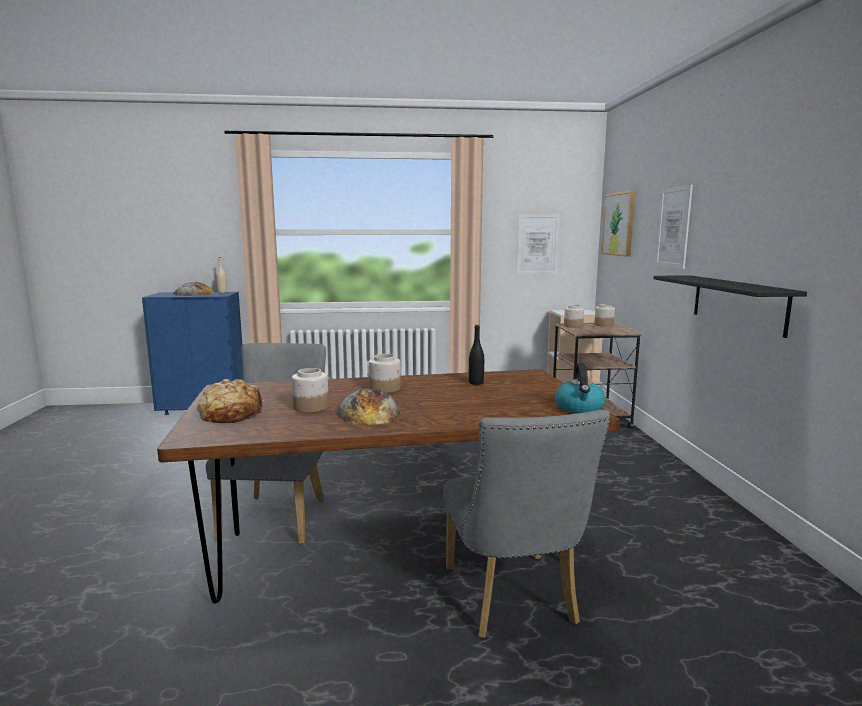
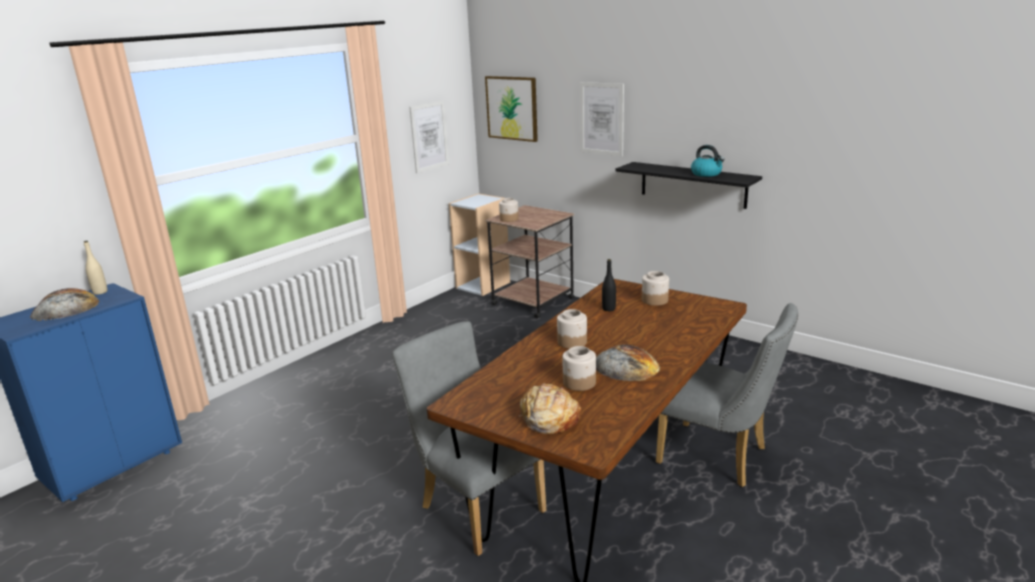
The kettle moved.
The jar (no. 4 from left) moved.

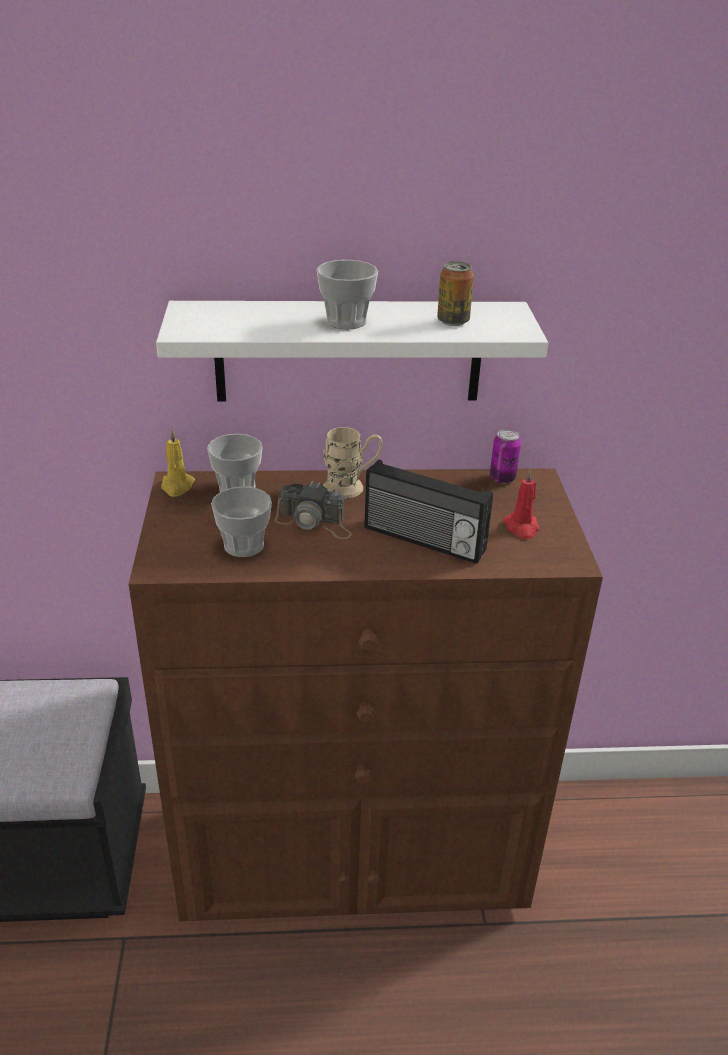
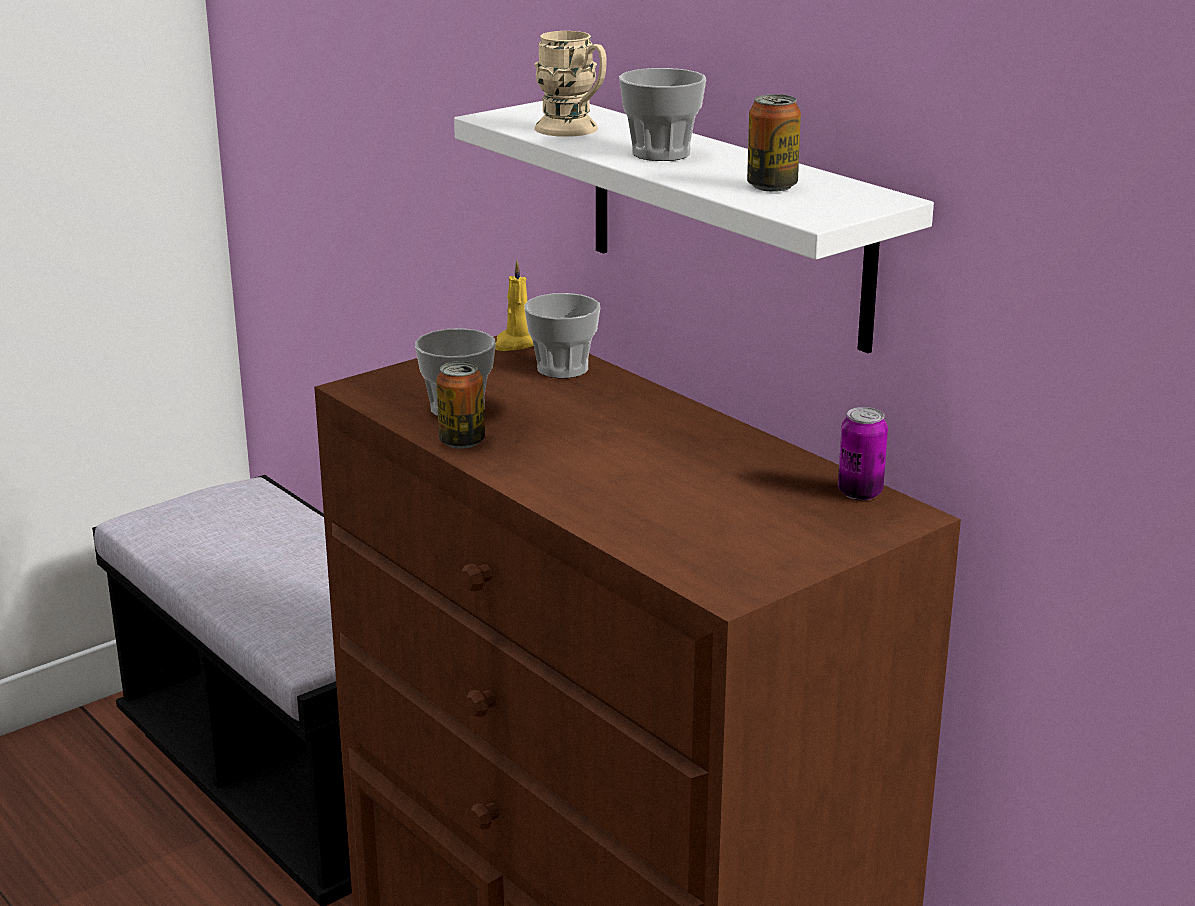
The photo camera disappeared.
The radio disappeared.
The candle (red) disappeared.
The can (no. 1 from left) appeared.
The mug (beige) moved.

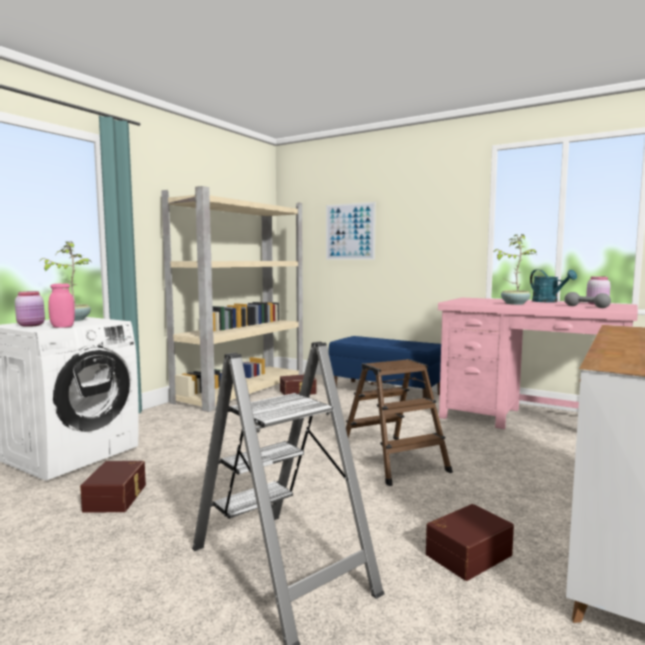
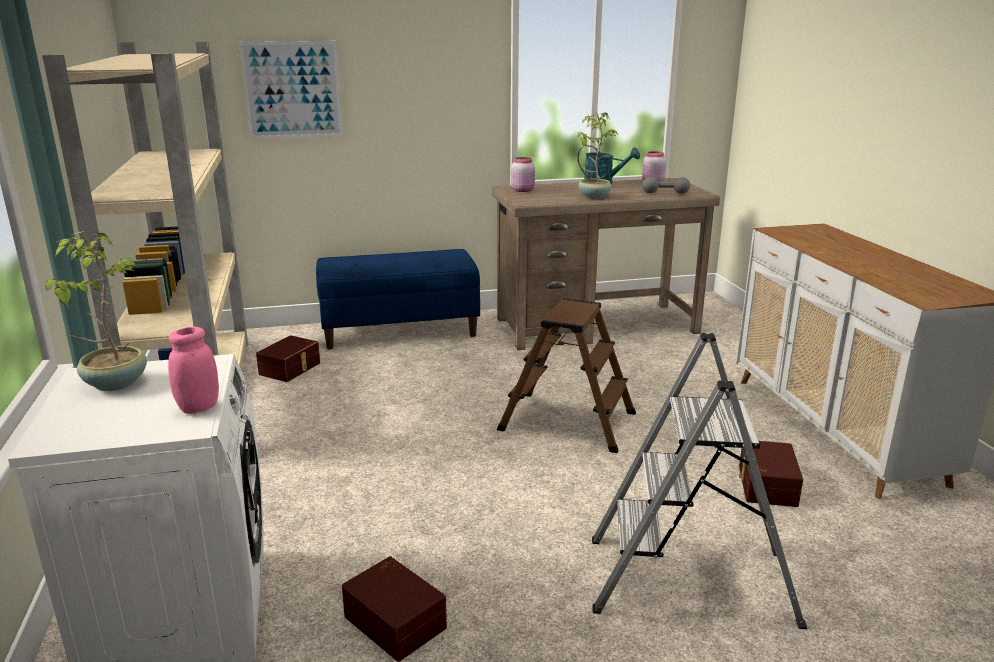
The jar (pink) (no. 1 from left in the first image) moved.
The desk (pink) became the desk (brown).

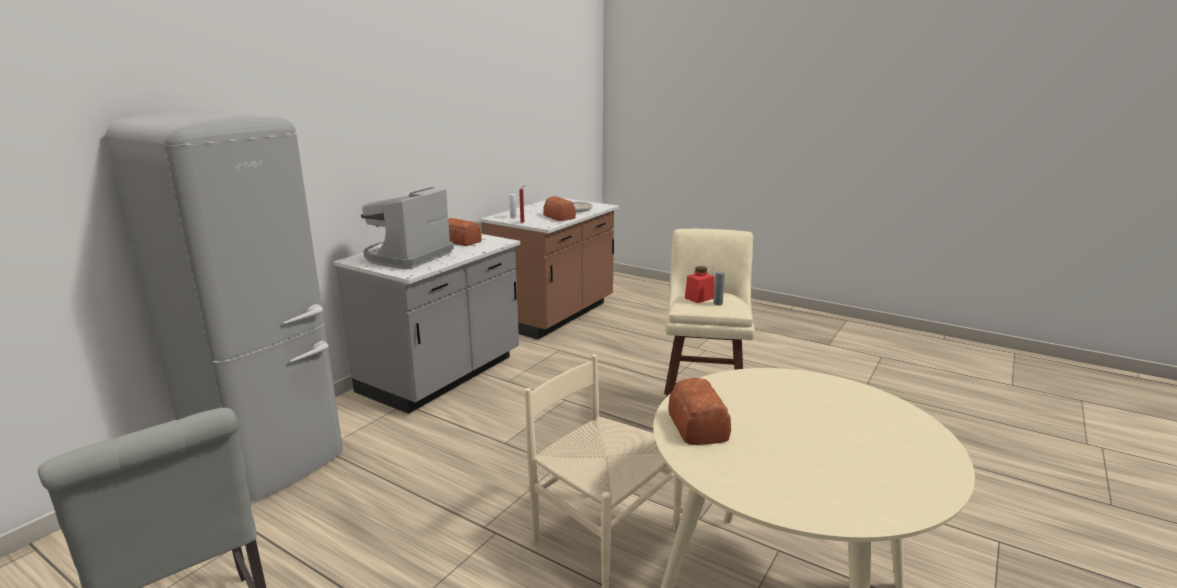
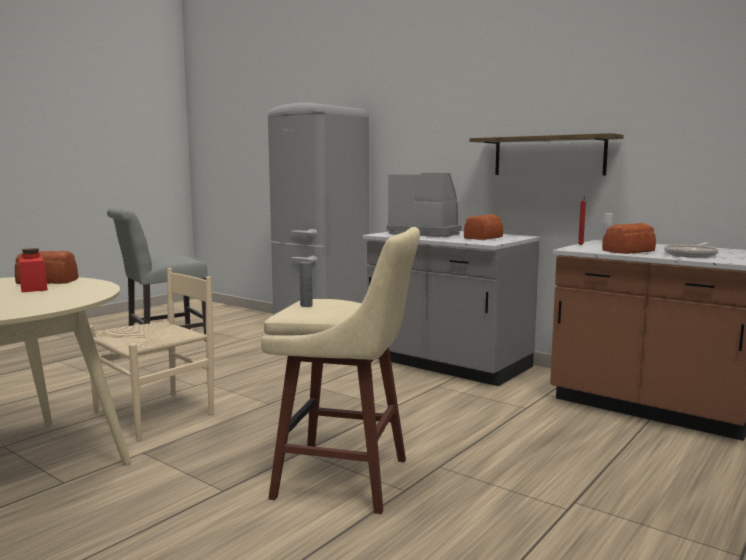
The shelf appeared.
The jar (red) moved.

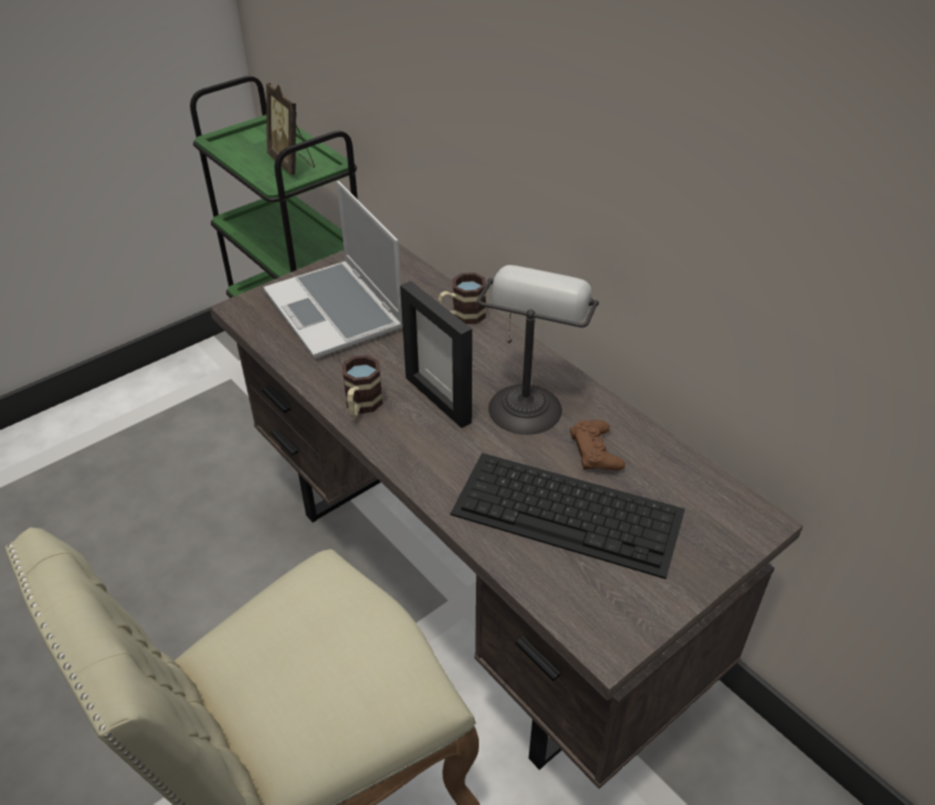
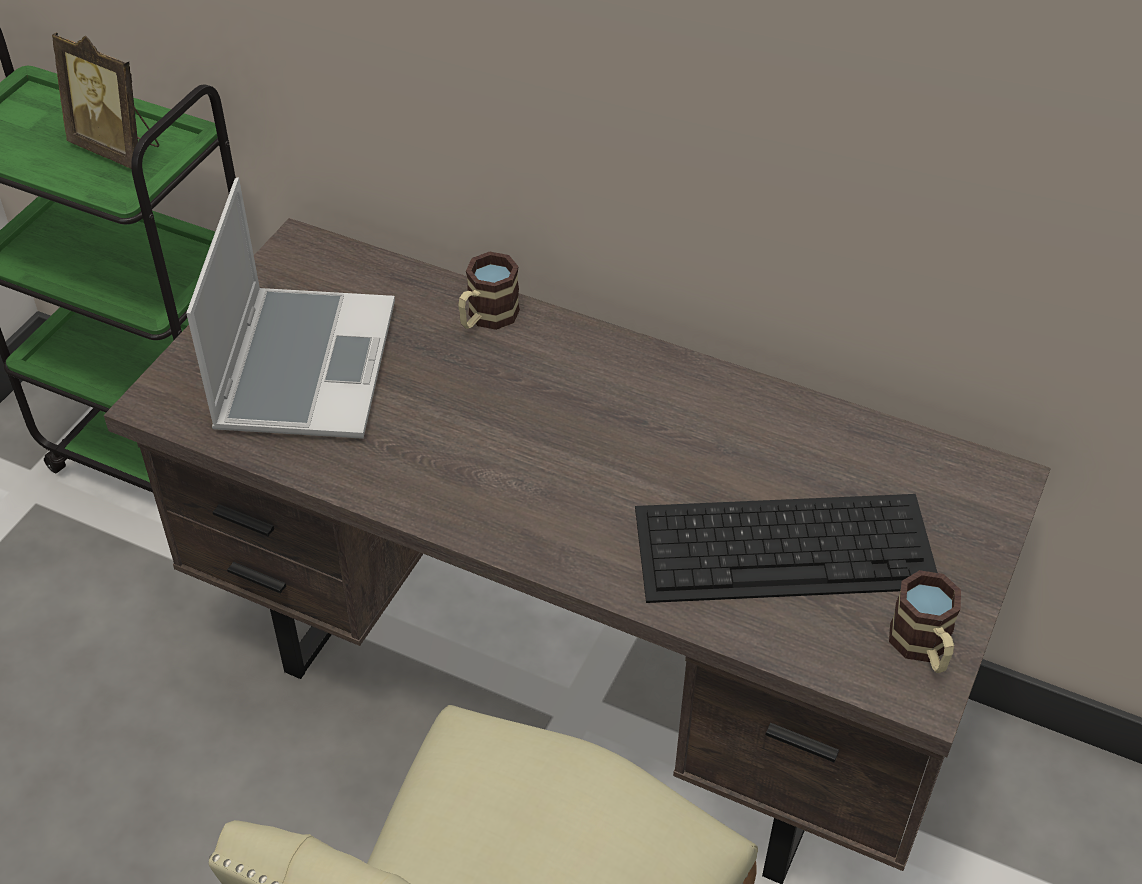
The picture frame (no. 2 from left) disappeared.
The table lamp disappeared.
The game controller (brown) disappeared.
The mug (no. 1 from left in the first image) moved.
The laptop turned 120 degrees counterclockwise.

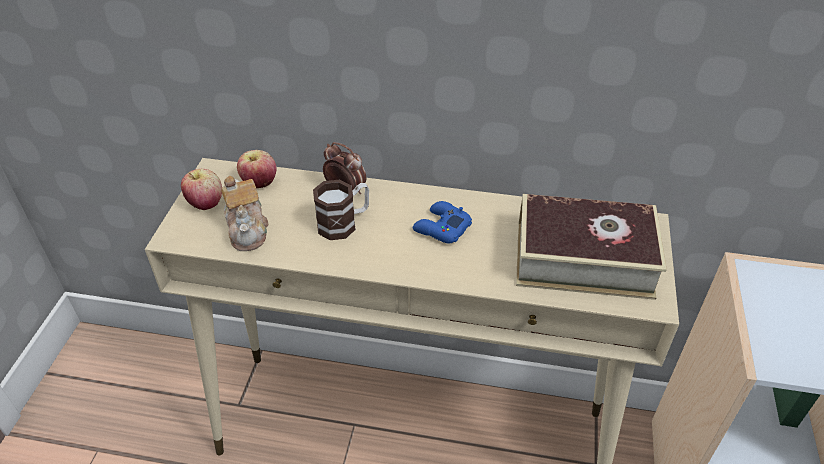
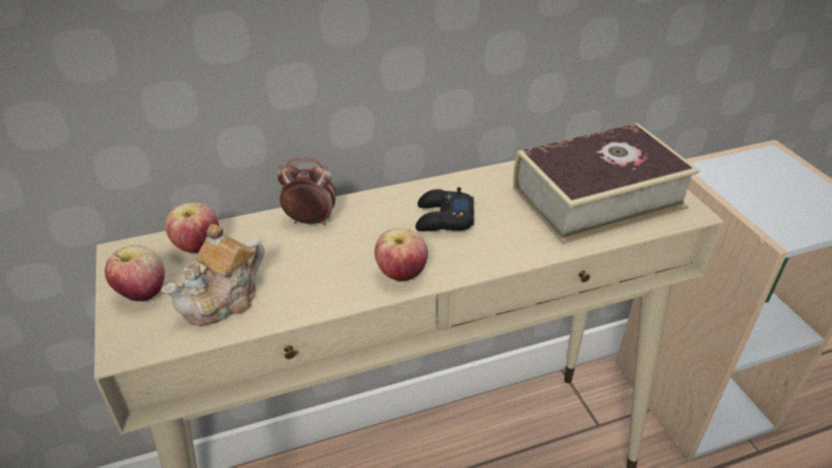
The mug disappeared.
The apple (no. 3 from left) appeared.
The game controller (blue) became the game controller (black).
The teapot turned 90 degrees clockwise.

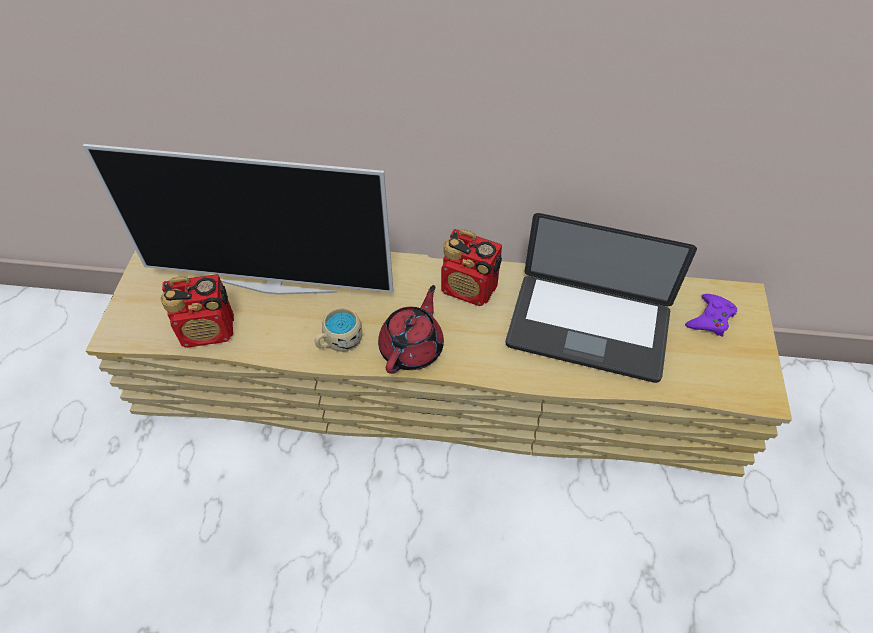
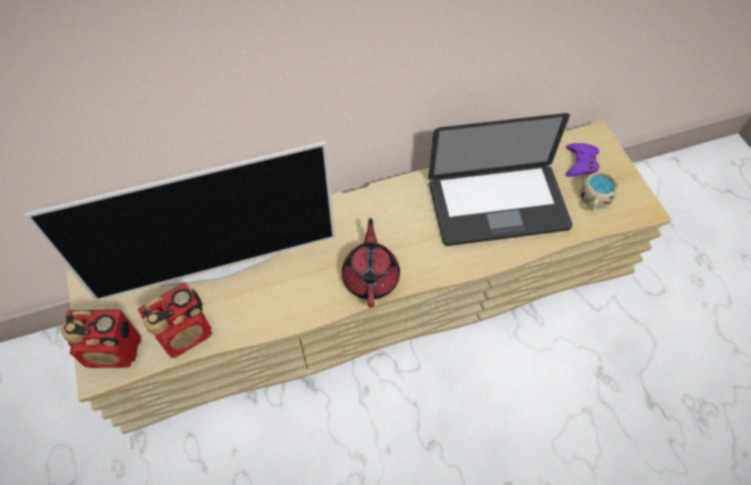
The mug (beige) moved.
The radio (no. 2 from left in the first image) moved.

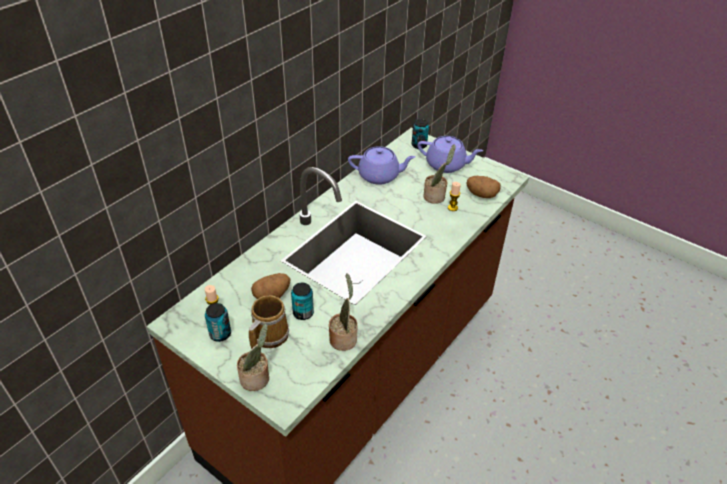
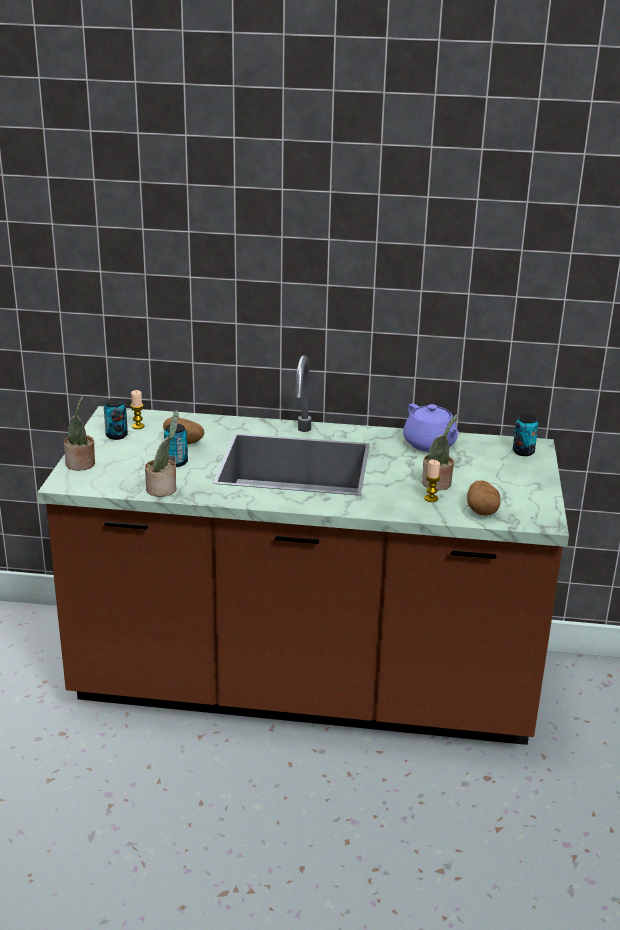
The mug disappeared.
The teapot (purple) (no. 2 from left) disappeared.

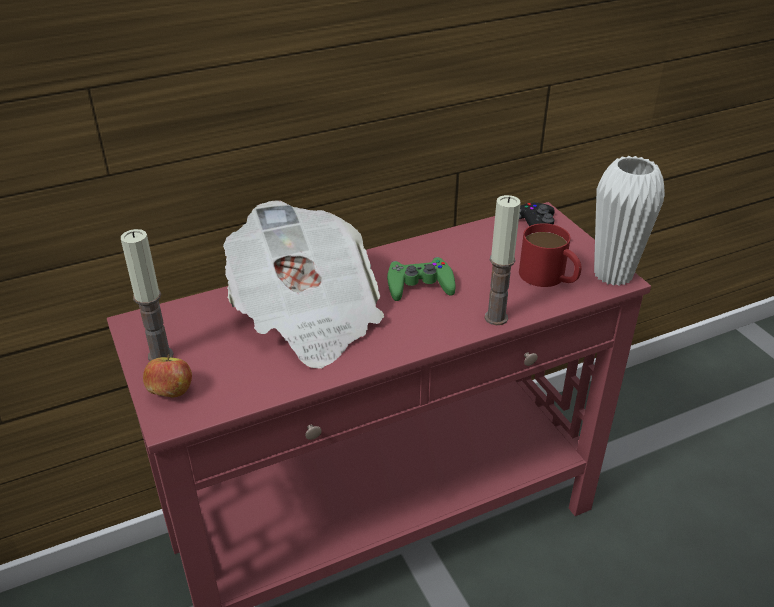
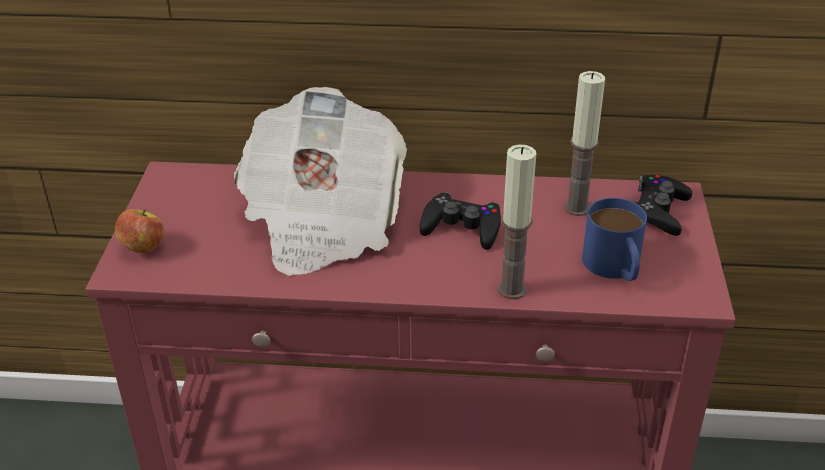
The vase (white) disappeared.
The candle (no. 1 from left in the first image) moved.
The game controller (green) became the game controller (black) (no. 1 from left).
The mug (red) became the mug (blue).

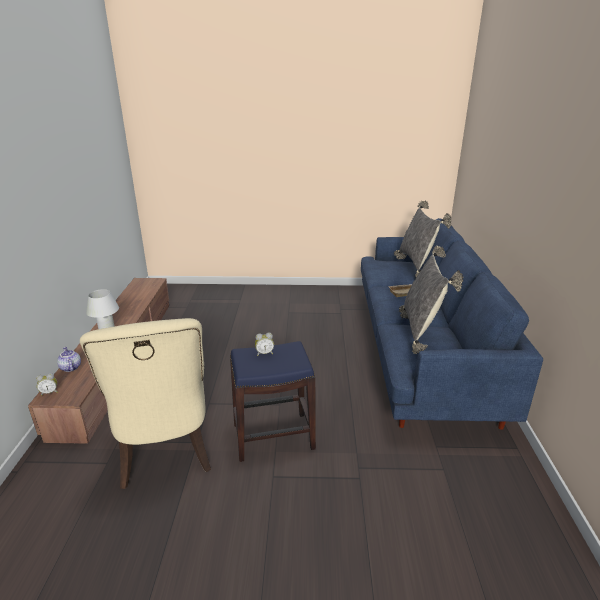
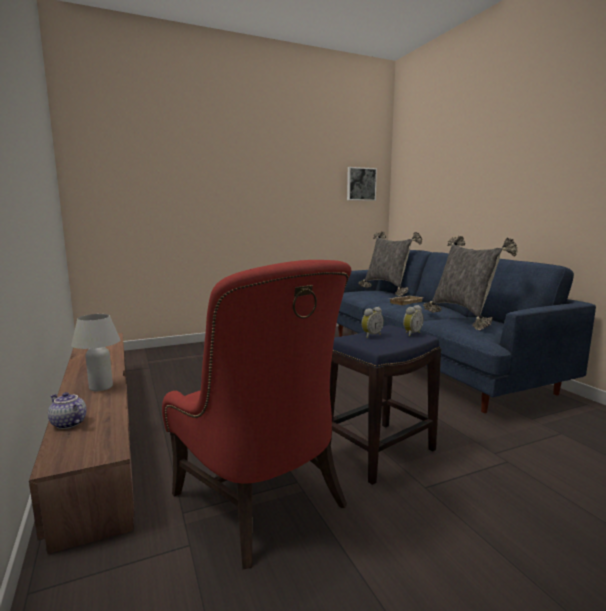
The picture appeared.
The alarm clock (no. 1 from left in the first image) moved.
The armchair (beige) became the armchair (red).

